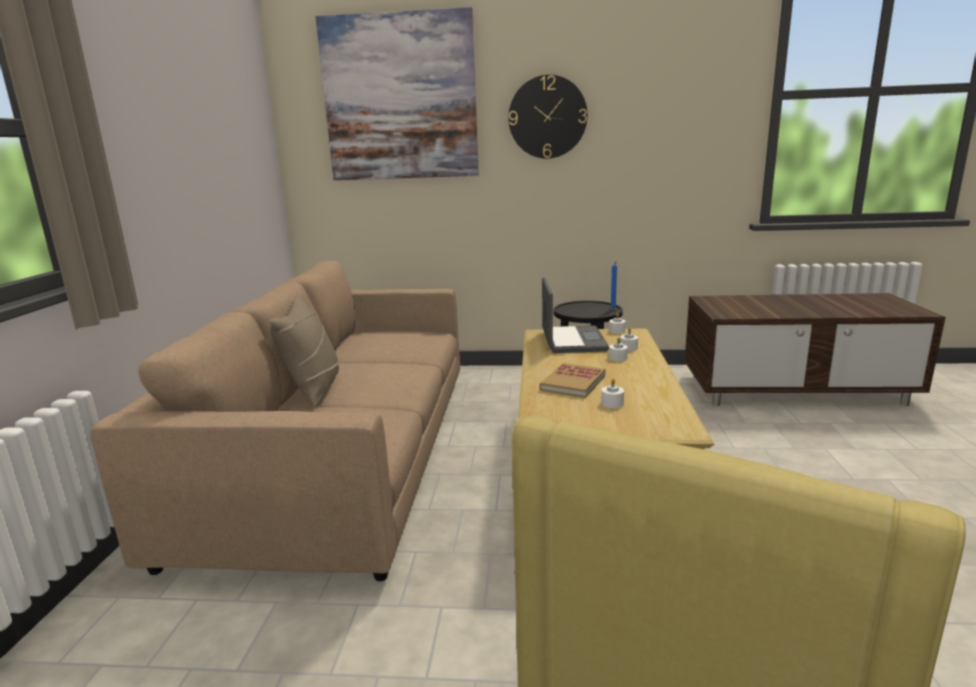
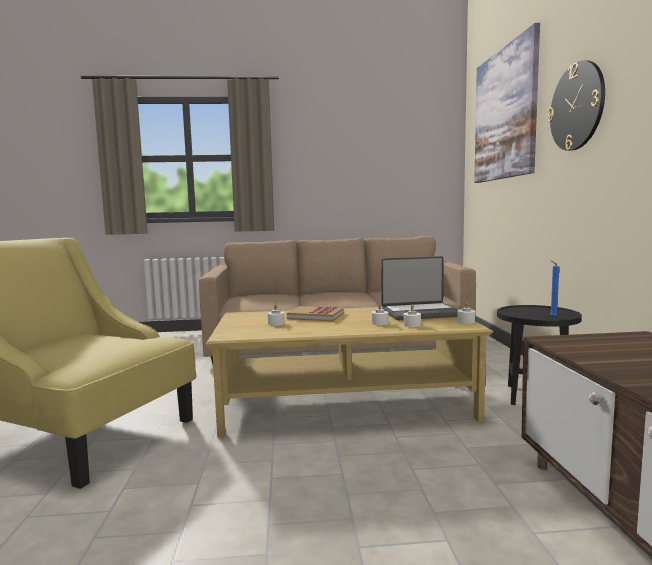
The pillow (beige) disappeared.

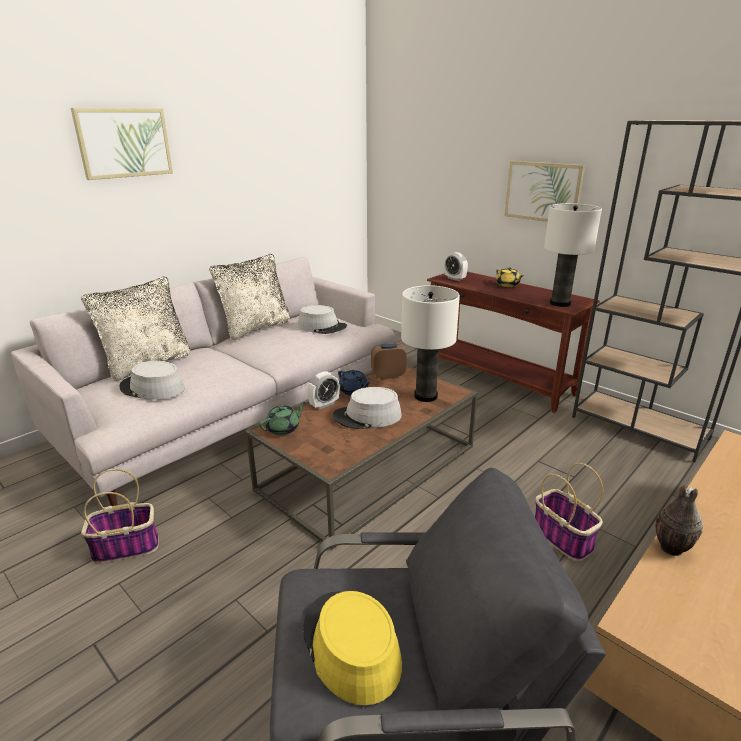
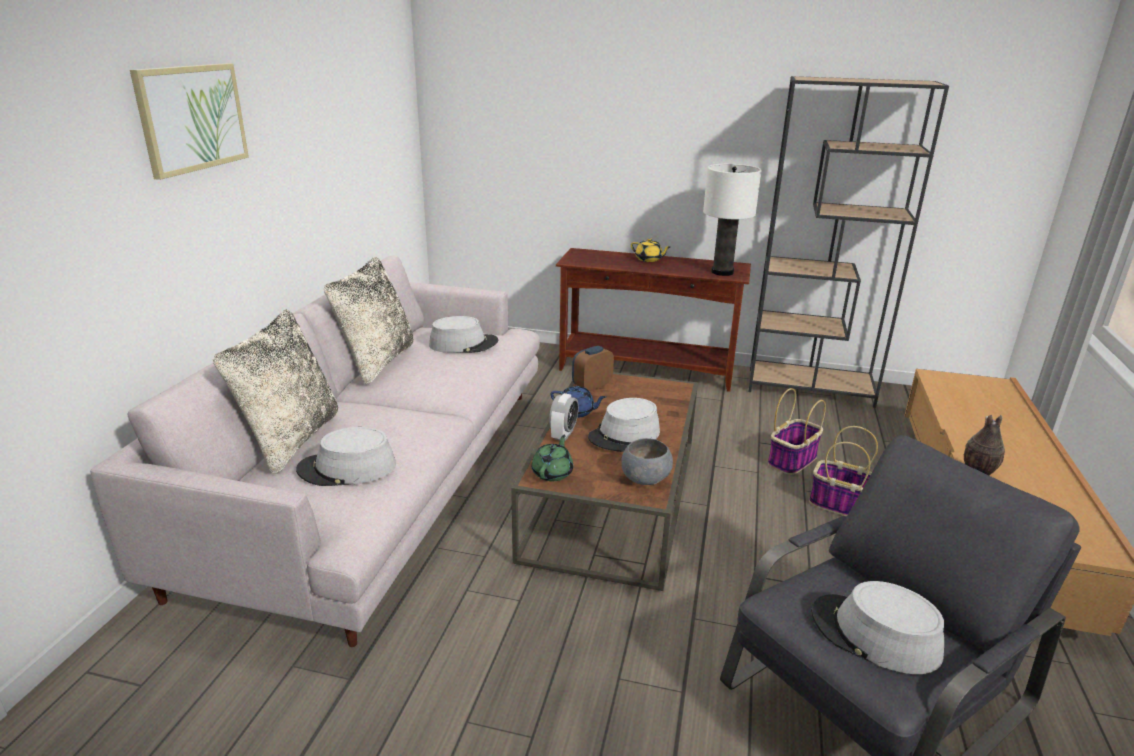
The table lamp (white) (no. 1 from left) disappeared.
The alarm clock (no. 3 from left) disappeared.
The picture (no. 2 from left) disappeared.
The bowl (grey) appeared.
The basket (no. 1 from left) moved.
The hat (yellow) became the hat (grey) (no. 4 from left).

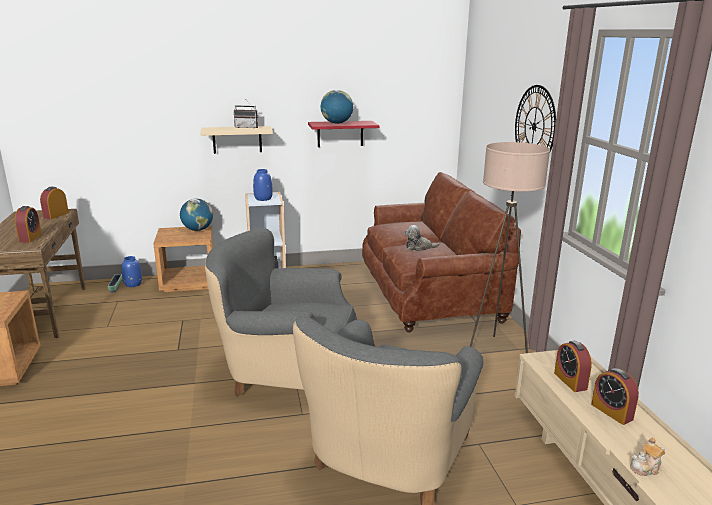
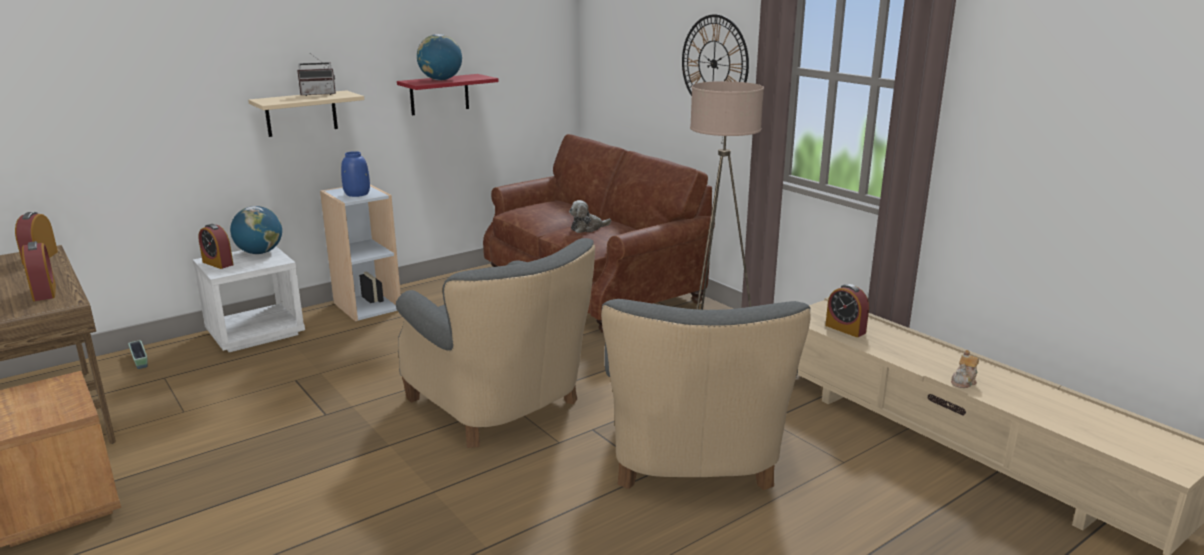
The vase (blue) (no. 1 from left) disappeared.
The alarm clock (no. 4 from left in the first image) moved.
The nightstand (brown) (no. 2 from left) became the nightstand (white).
The armchair (grey) (no. 1 from left) turned 120 degrees counterclockwise.

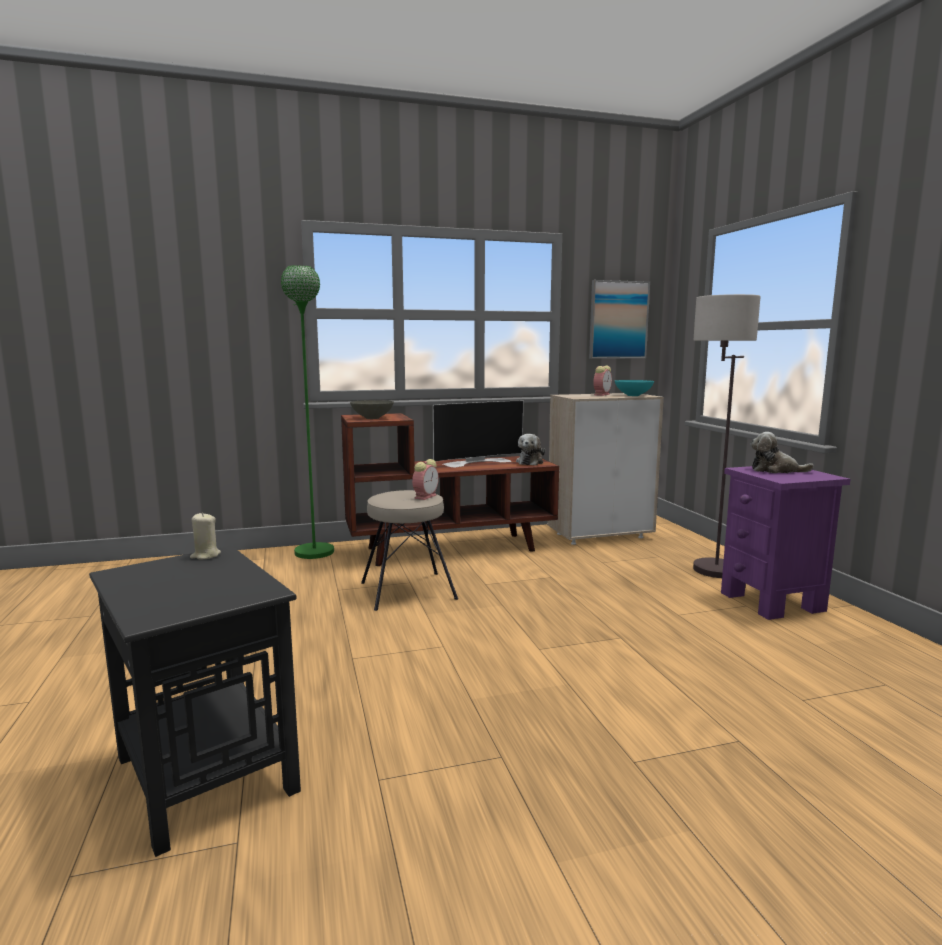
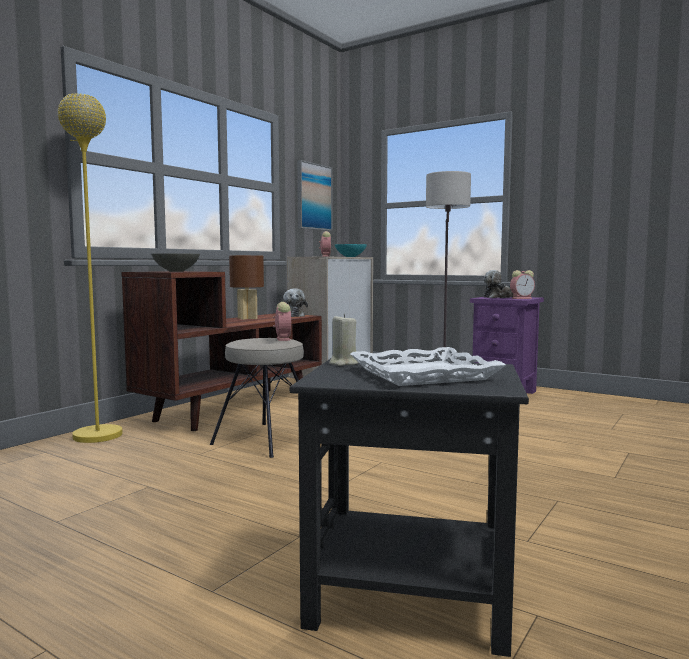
The tray (white) appeared.
The alarm clock (no. 3 from left) appeared.
The television was replaced by the table lamp (brown).
The floor lamp (green) became the floor lamp (yellow).

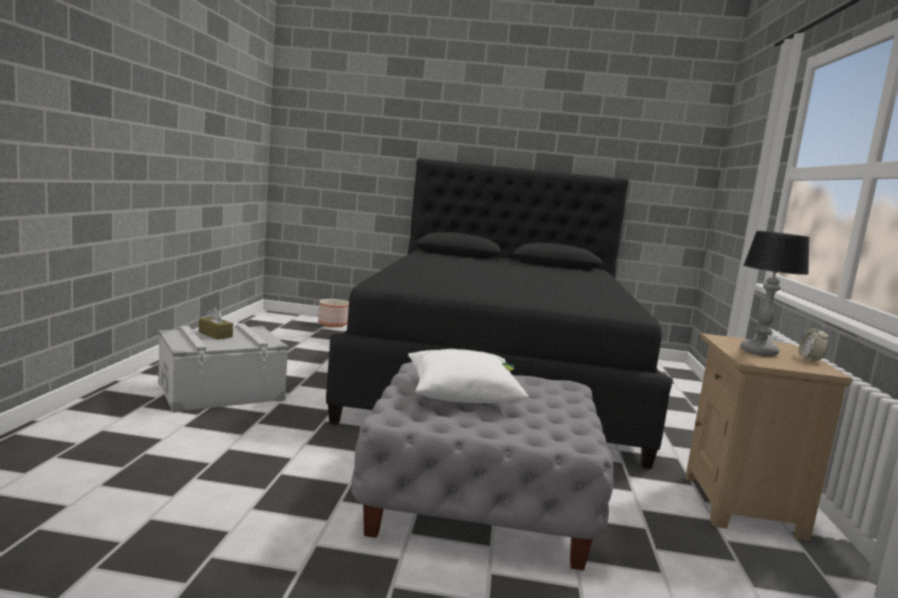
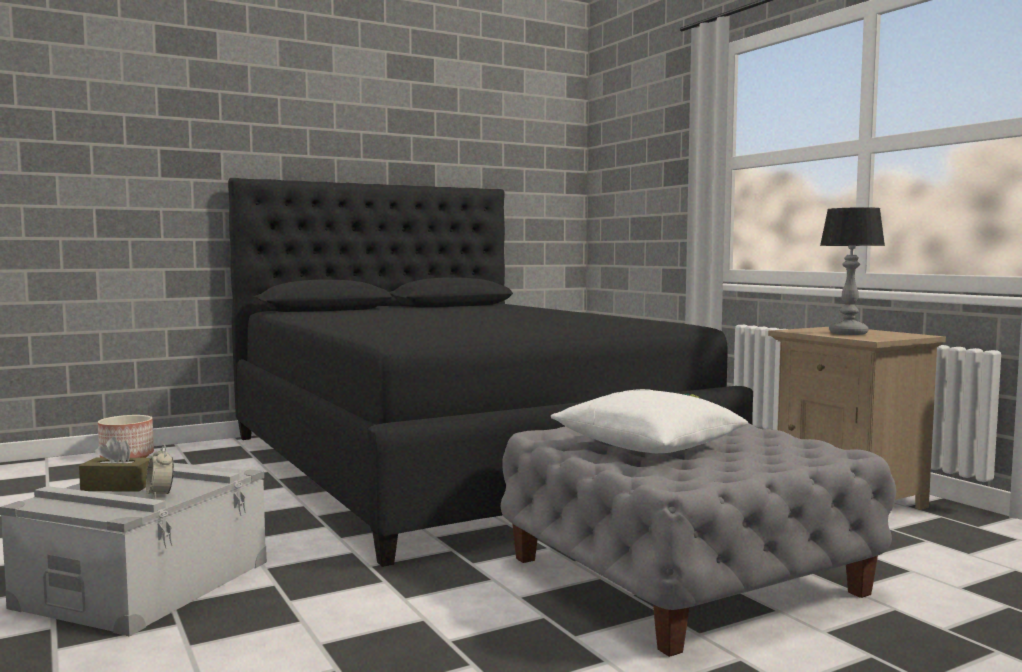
The alarm clock moved.

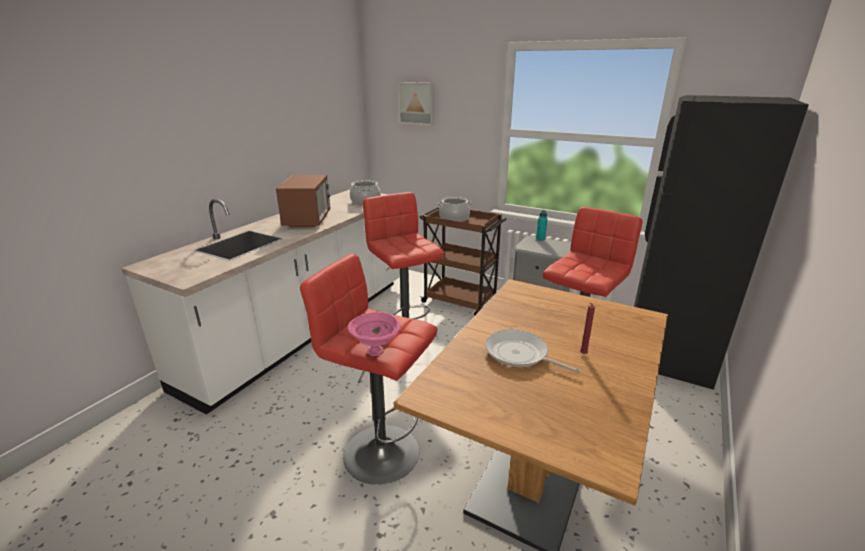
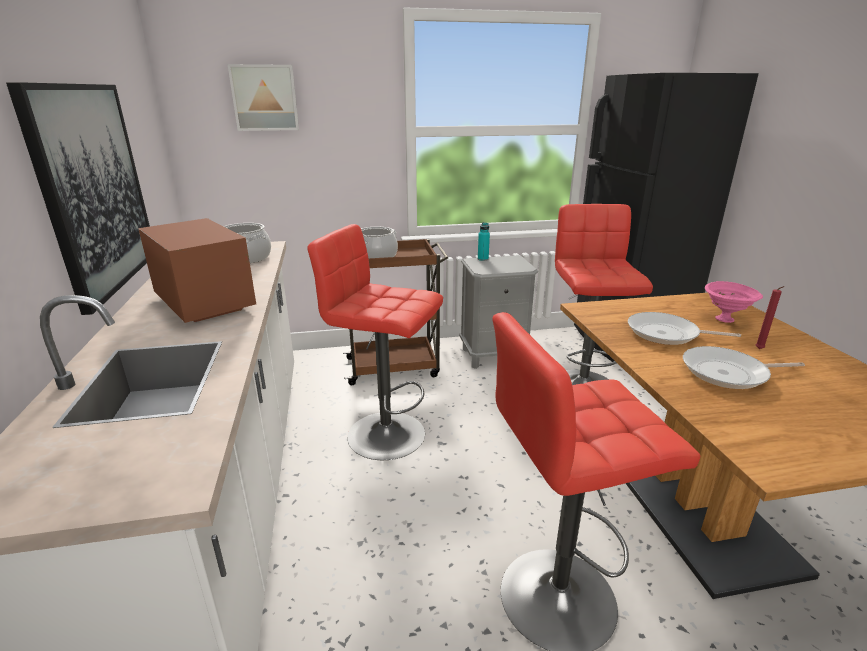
The picture (no. 1 from left) appeared.
The frying pan (no. 1 from left) appeared.
The bowl (pink) moved.

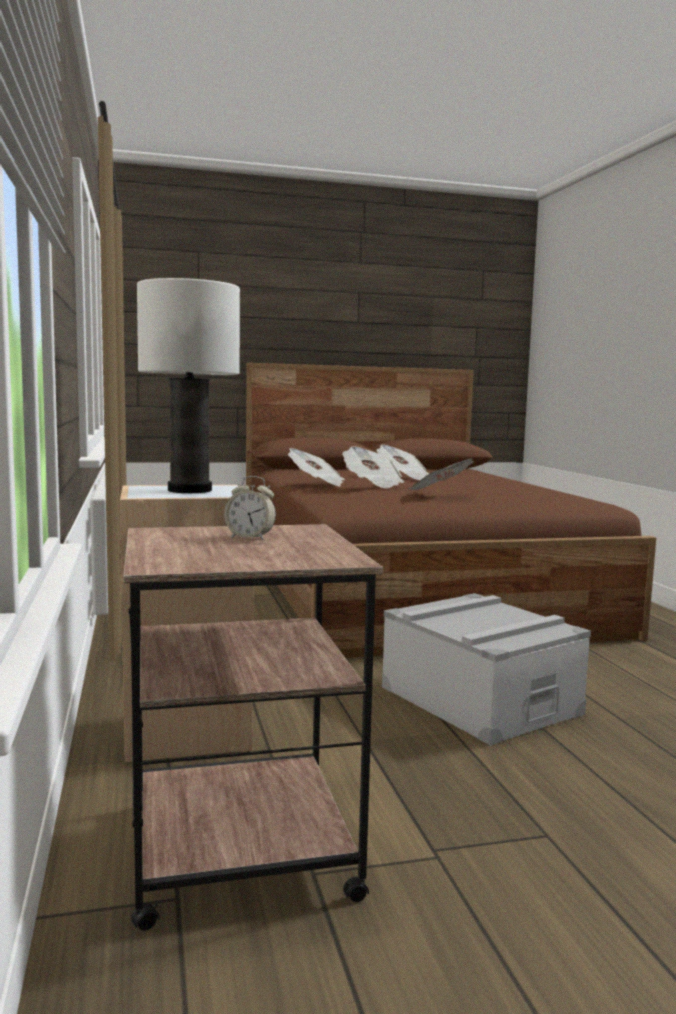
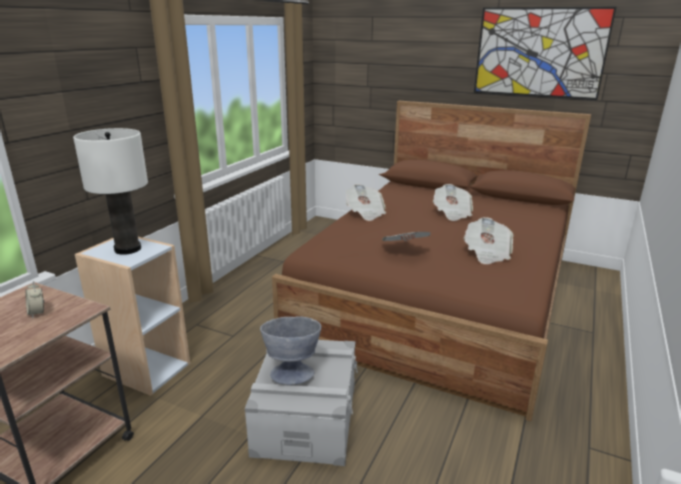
The bowl (grey) appeared.
The picture appeared.
The newspaper (no. 2 from left in the first image) moved.

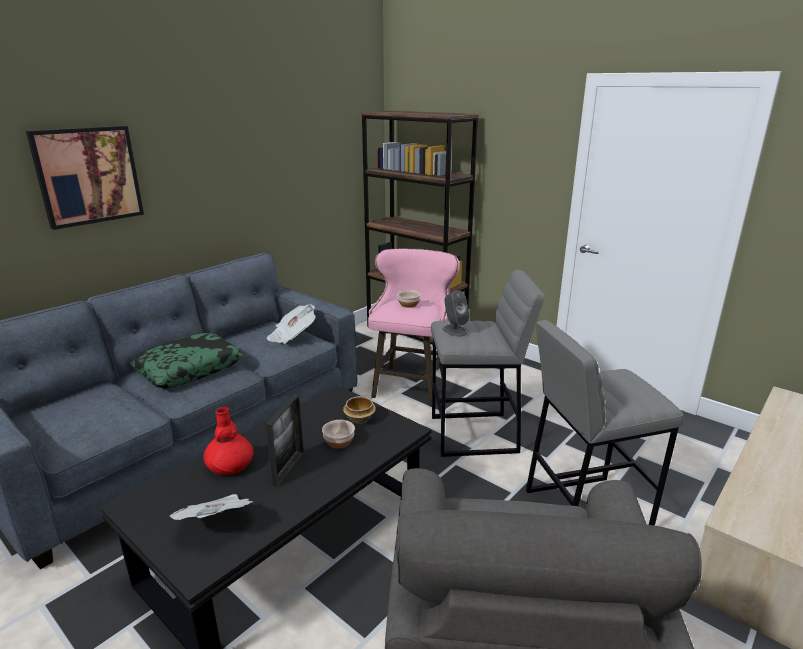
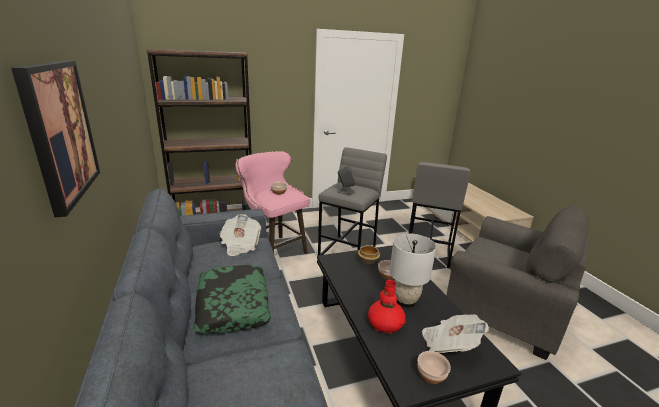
The bowl (no. 4 from left) appeared.
The picture frame was replaced by the table lamp (white).

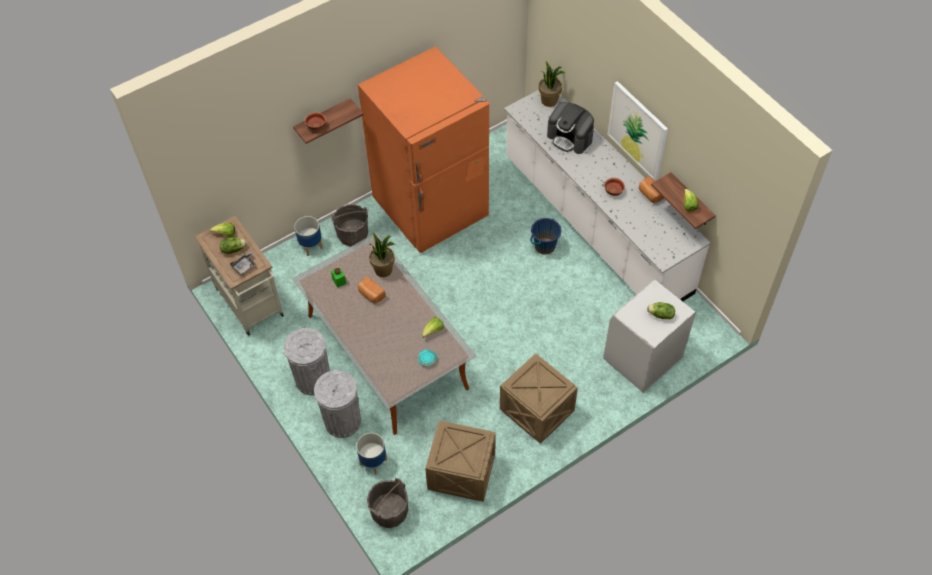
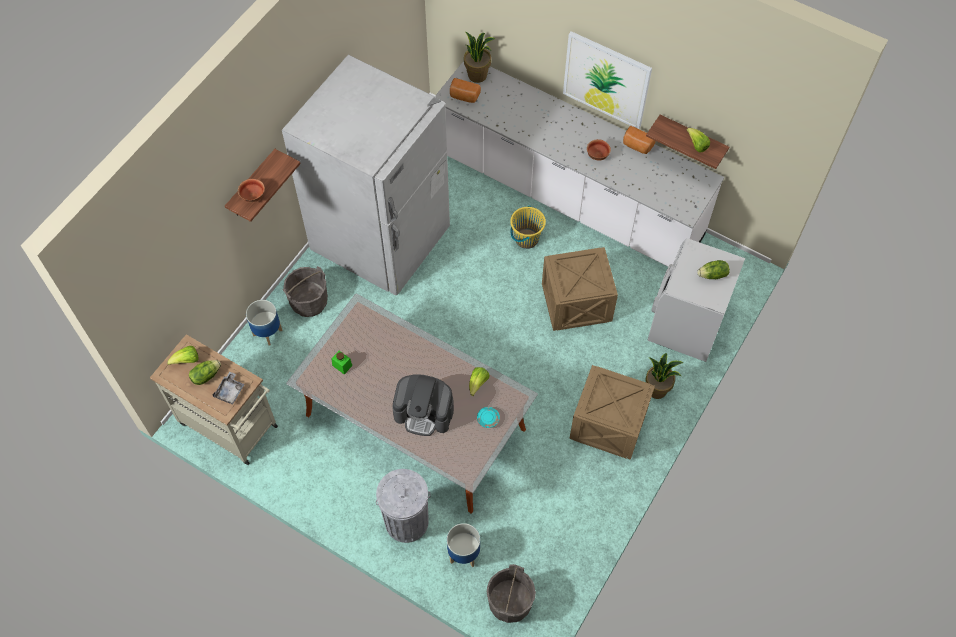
The trash can (grey) (no. 1 from left) disappeared.
The bread (no. 1 from left) moved.
The potted plant (no. 1 from left in the first image) moved.
The crate (no. 1 from left) moved.
The coffee machine moved.
The fridge (orange) became the fridge (white).
The bucket (blue) became the bucket (yellow).

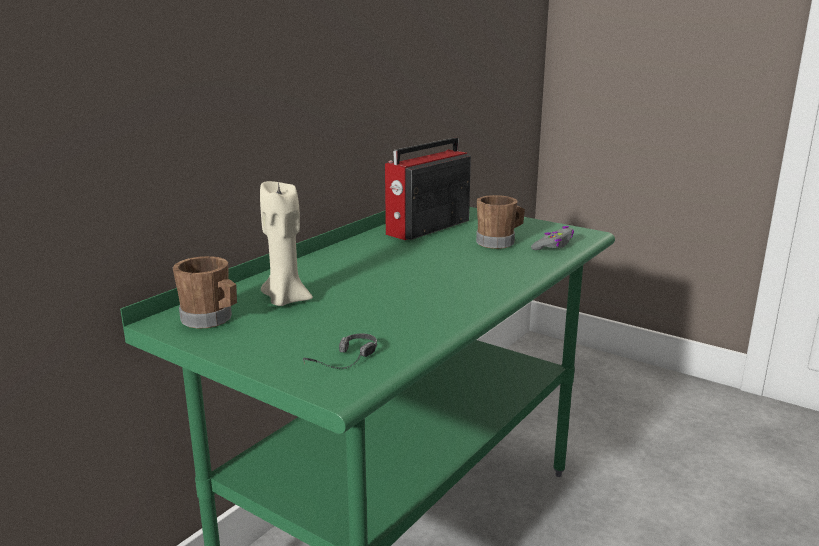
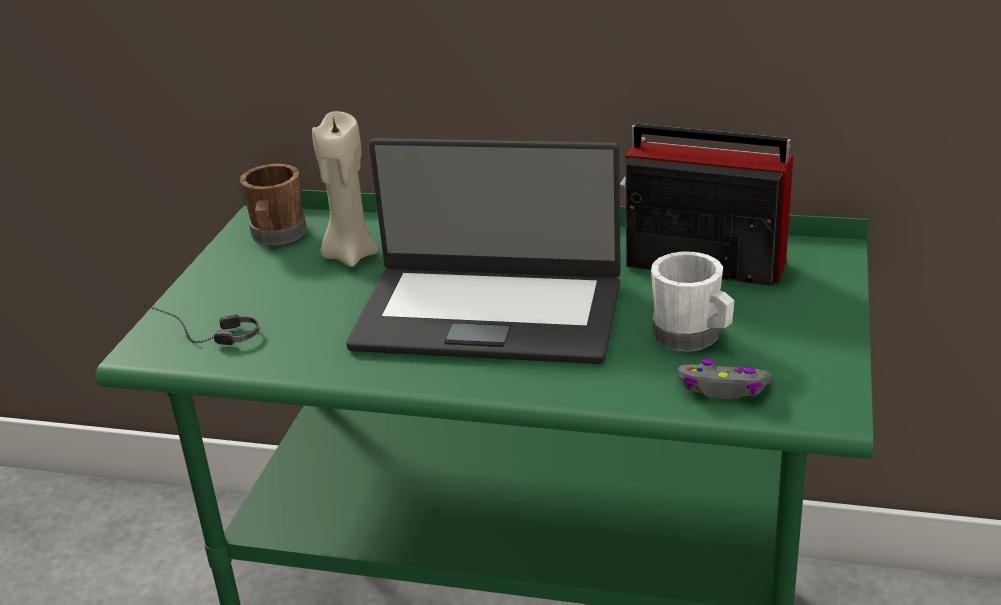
The laptop appeared.
The mug (brown) (no. 2 from left) became the mug (white).

